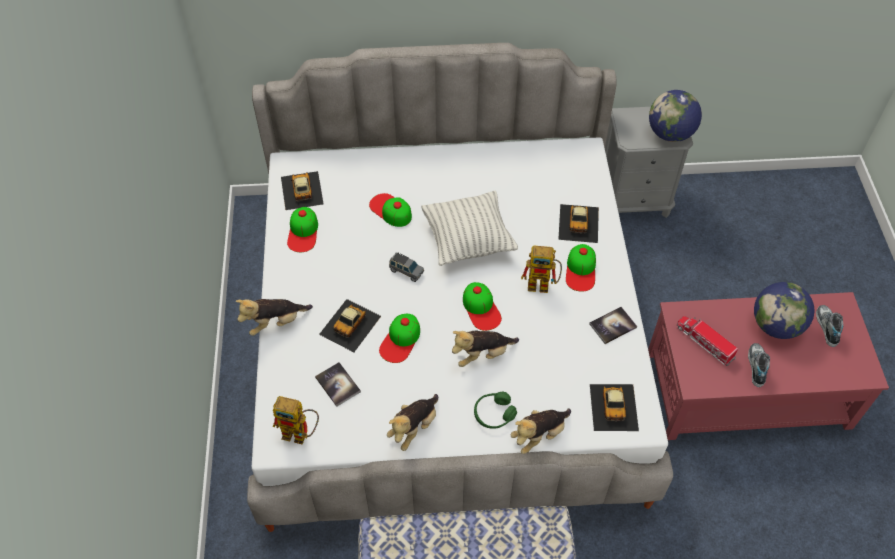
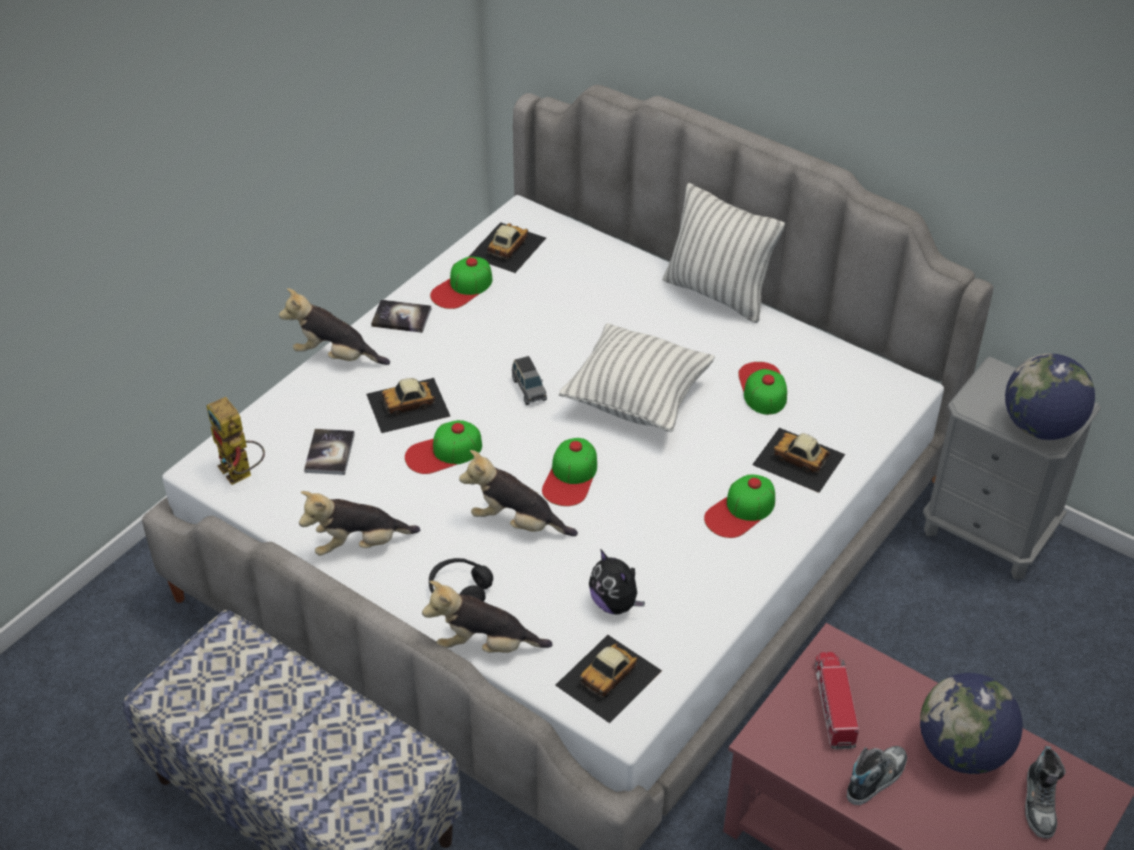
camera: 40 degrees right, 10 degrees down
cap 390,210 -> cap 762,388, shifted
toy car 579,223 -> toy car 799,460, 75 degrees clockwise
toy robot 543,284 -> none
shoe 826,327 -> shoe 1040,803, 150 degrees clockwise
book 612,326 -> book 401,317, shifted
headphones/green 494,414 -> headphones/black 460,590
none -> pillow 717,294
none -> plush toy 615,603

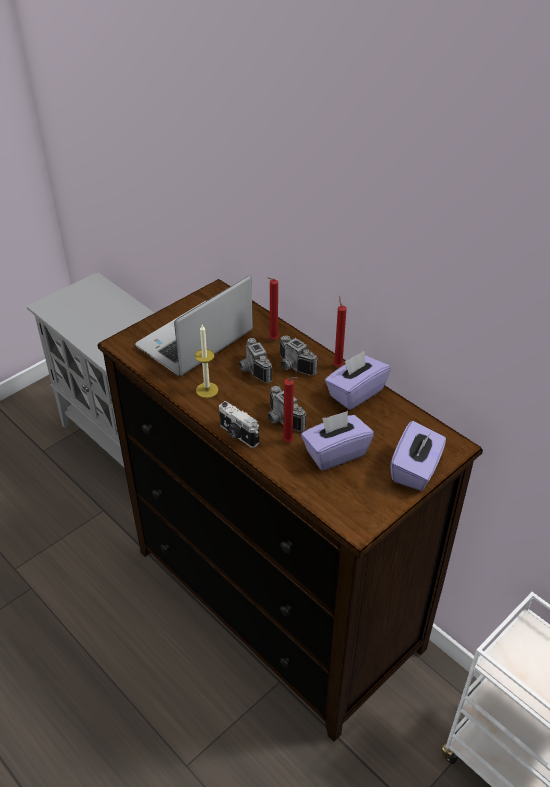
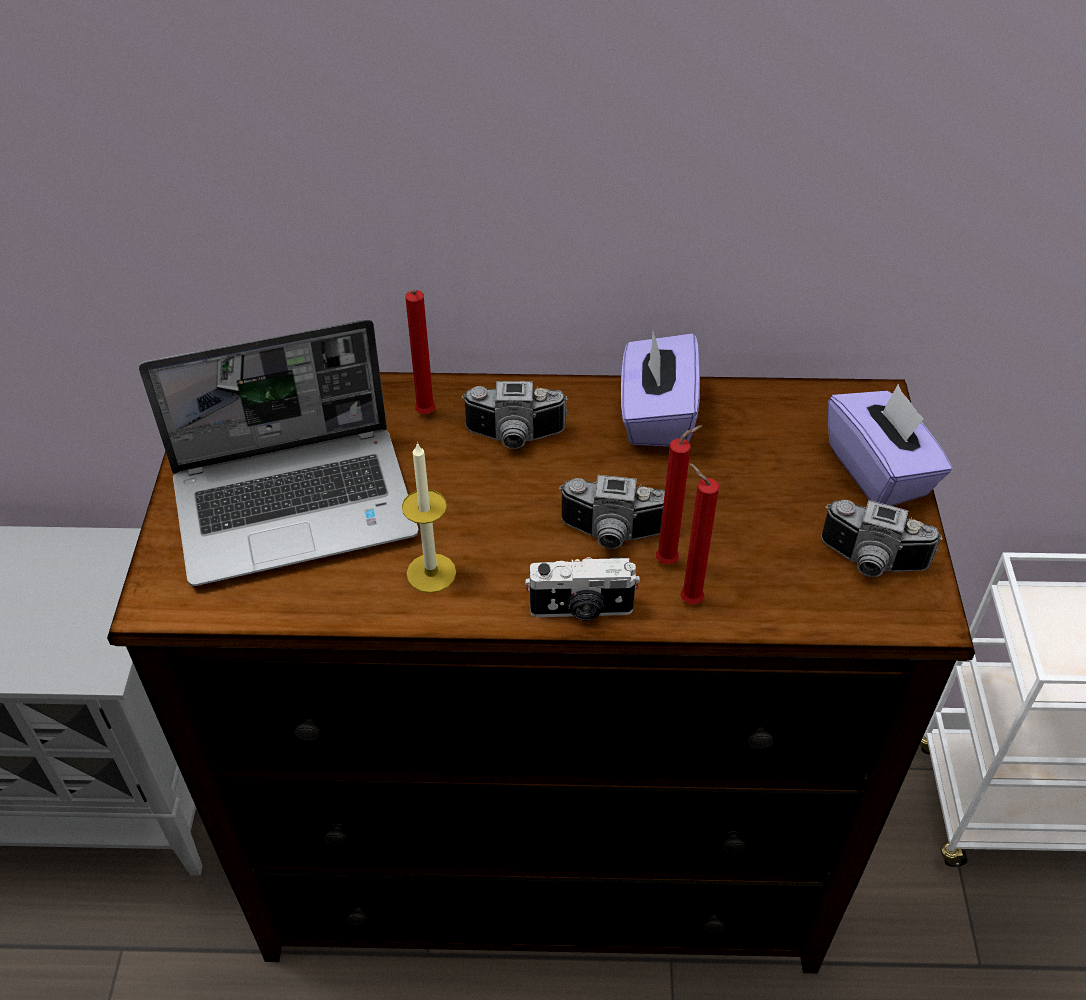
camera: 45 degrees left, 5 degrees up
laptop 195,341 -> laptop 297,505, 105 degrees counterclockwise
candle/red 337,365 -> candle/red 687,599, shifted
photo camera 252,370 -> photo camera 871,563, shifted
tissue box/purple 335,453 -> none

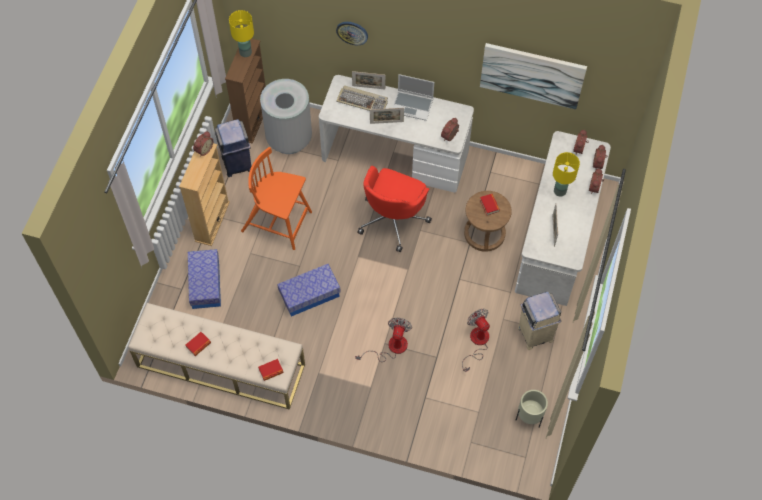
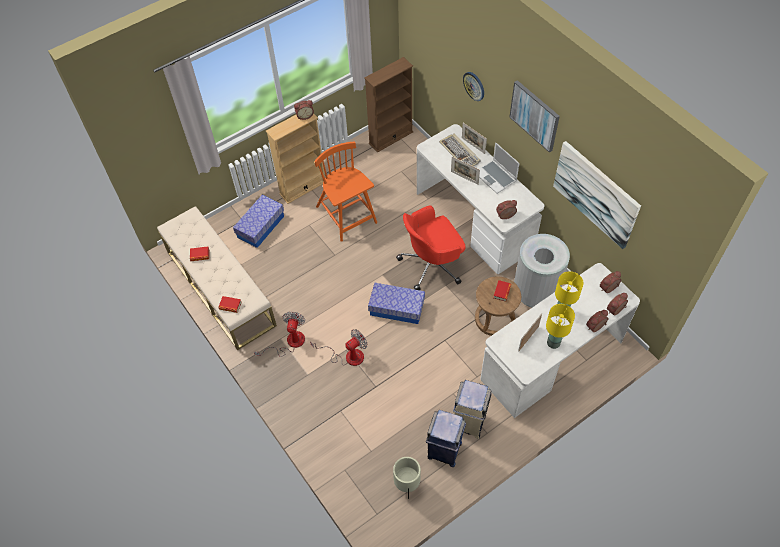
camera: 40 degrees right, 5 degrees down
table lamp/yellow 245,52 -> table lamp/yellow 553,343, shifted
trash can/grey 289,138 -> trash can/grey 535,292, shifted
trash can/blue 237,164 -> trash can/blue 444,451, shifted
storage box 309,294 -> storage box 397,308, shifted
fan 477,343 -> fan 289,343, shifted
none -> picture 535,115

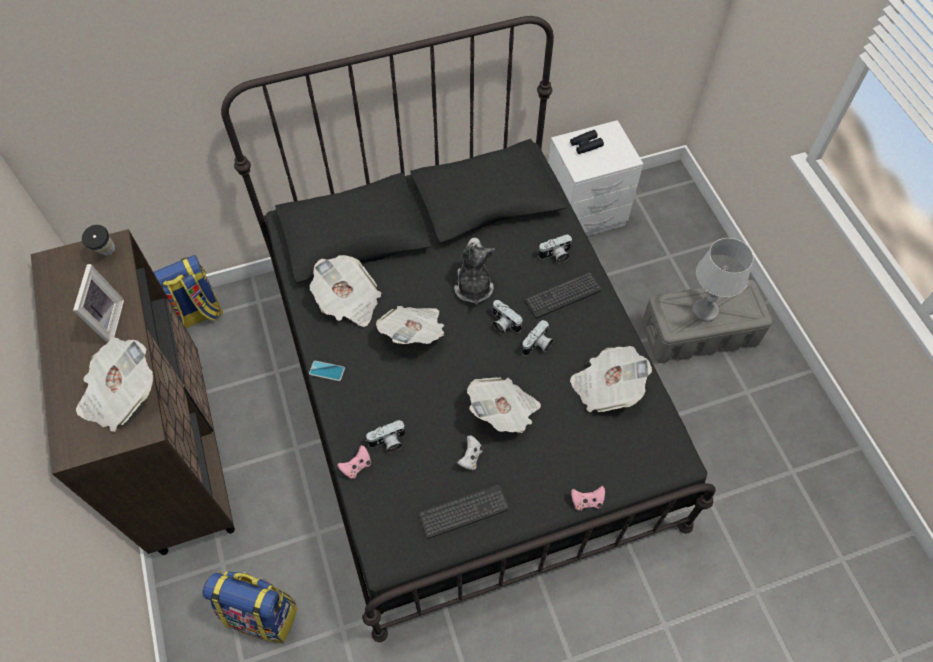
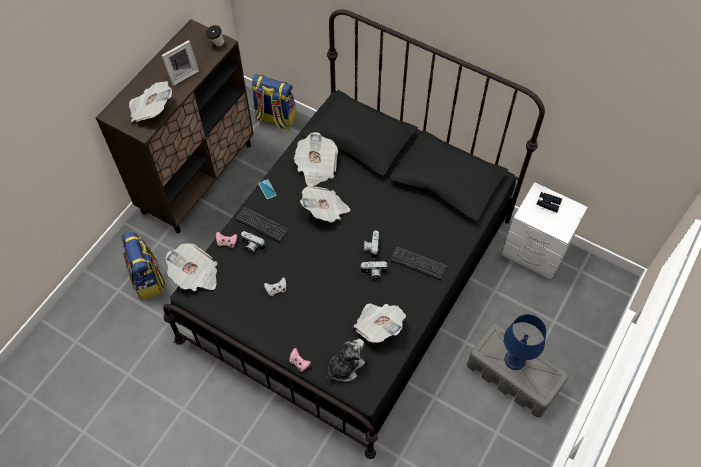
camera: 50 degrees right, 0 degrees up
photo camera 555,256 -> none
plush toy 473,287 -> plush toy 345,366, shifted
table lamp/grey 705,310 -> table lamp/blue 515,360
newspaper 504,412 -> newspaper 195,275, shifted
keyboard 463,511 -> keyboard 262,224, shifted

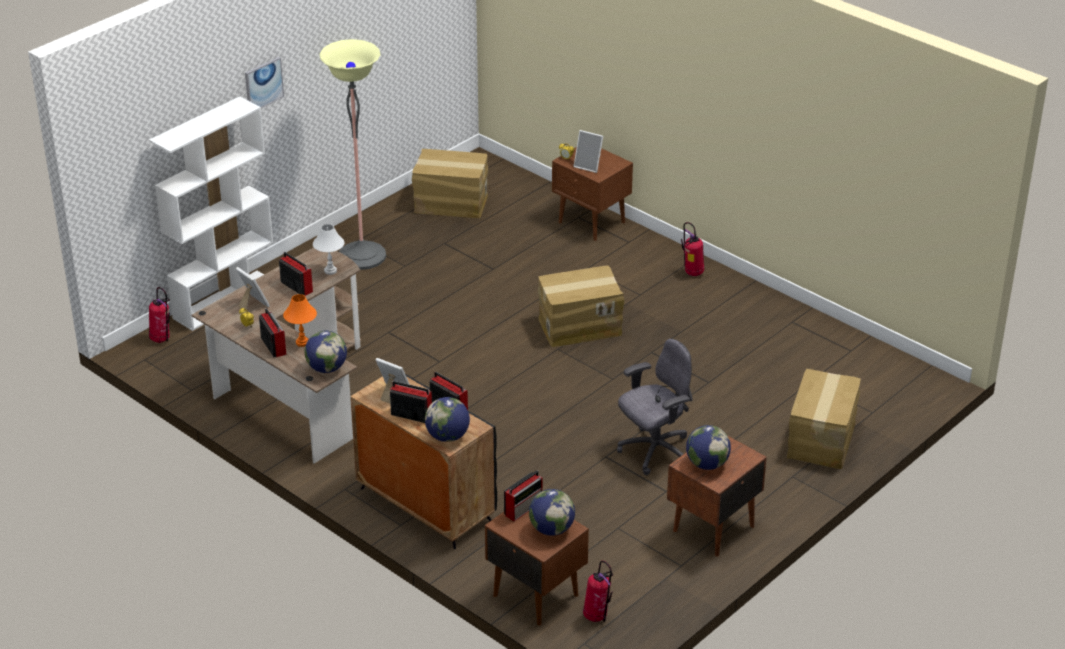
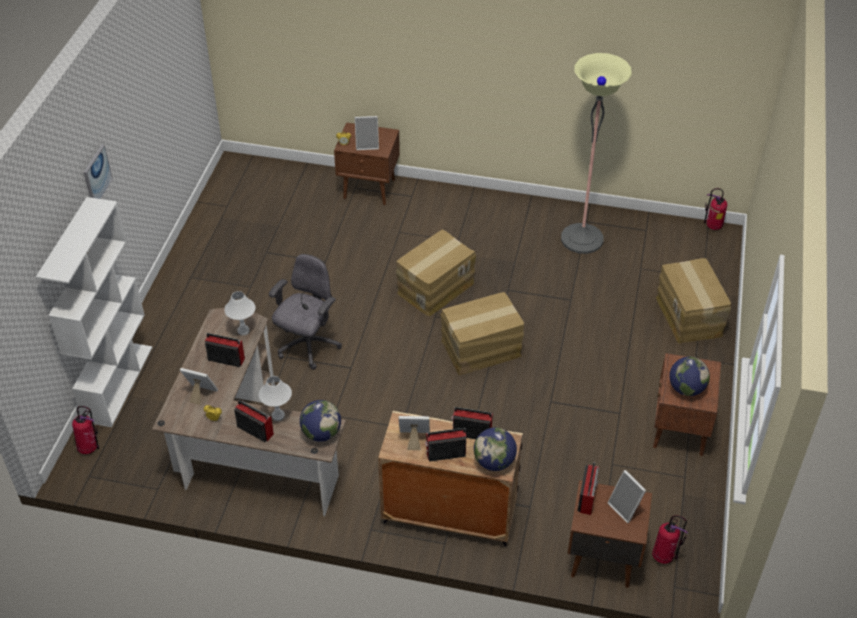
camera: 30 degrees left, 10 degrees up
floor lamp 362,256 -> floor lamp 582,239, shifted
cardboard box 450,203 -> cardboard box 481,350, shifted
fire extinguisher 692,273 -> fire extinguisher 712,227, shifted
table lamp/orange 302,343 -> table lamp/white 278,416
office chair/grey 654,451 -> office chair/grey 308,346, shifted
cabinet/black 425,505 -> cabinet/beige 448,513
globe 551,529 -> picture frame 625,508

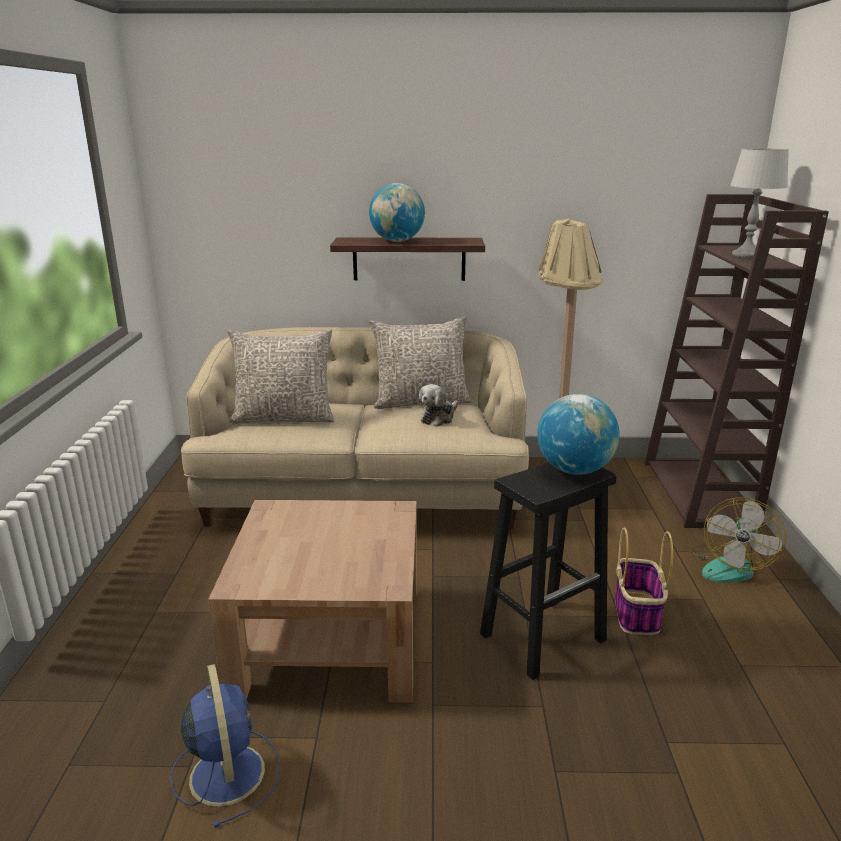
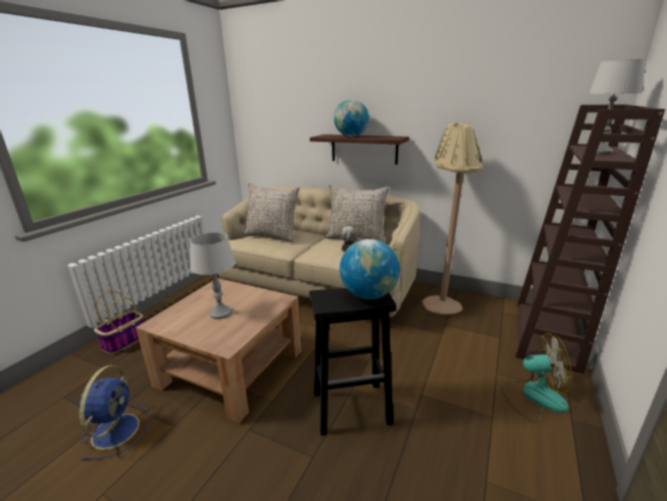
camera: 25 degrees right, 0 degrees up
fan 729,566 -> fan 533,396, 135 degrees counterclockwise
basket 637,613 -> basket 124,342, shifted
none -> table lamp/grey 221,313

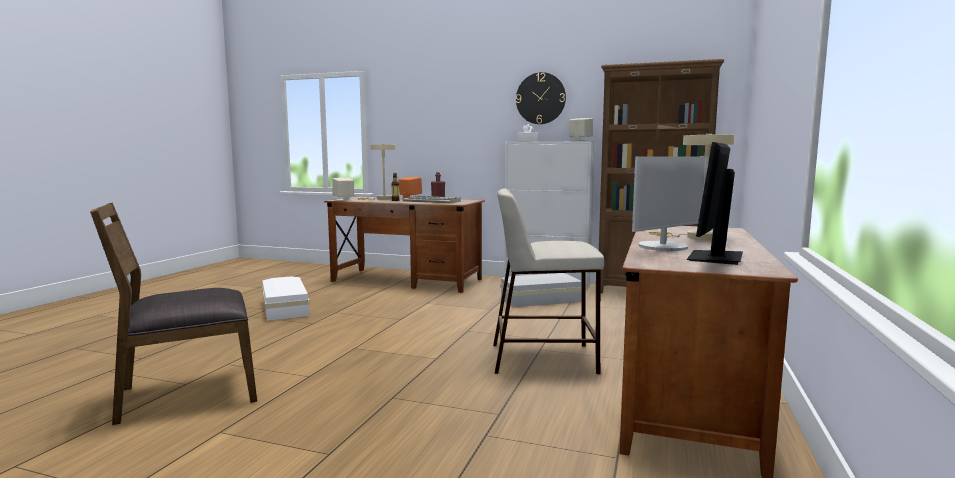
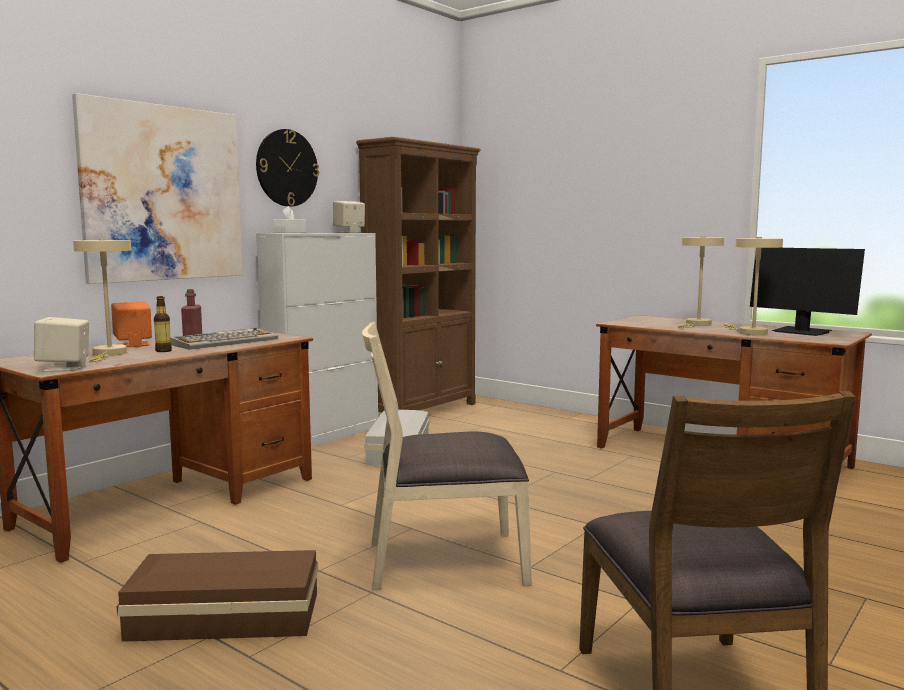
camera: 70 degrees left, 0 degrees up
monitor 663,247 -> table lamp/beige 749,332
stool/beige 544,358 -> none
storage box/white 286,307 -> storage box/brown 222,615
none -> picture 164,193
none -> chair/beige 444,561

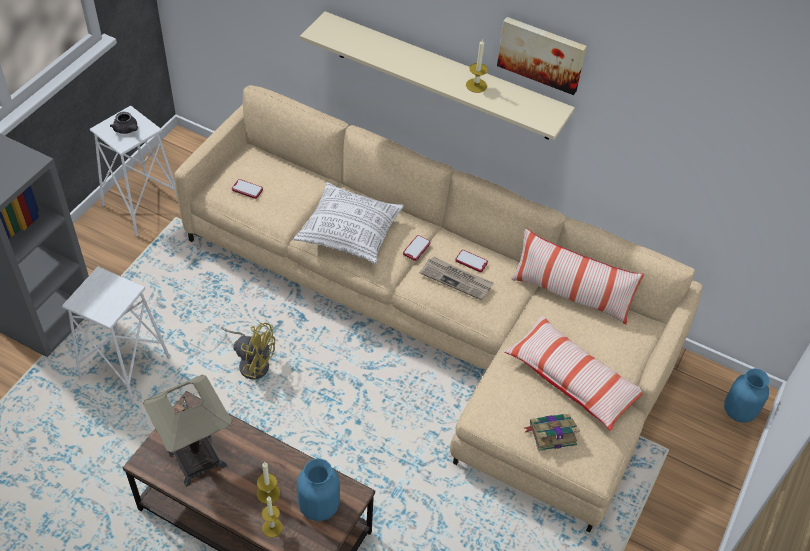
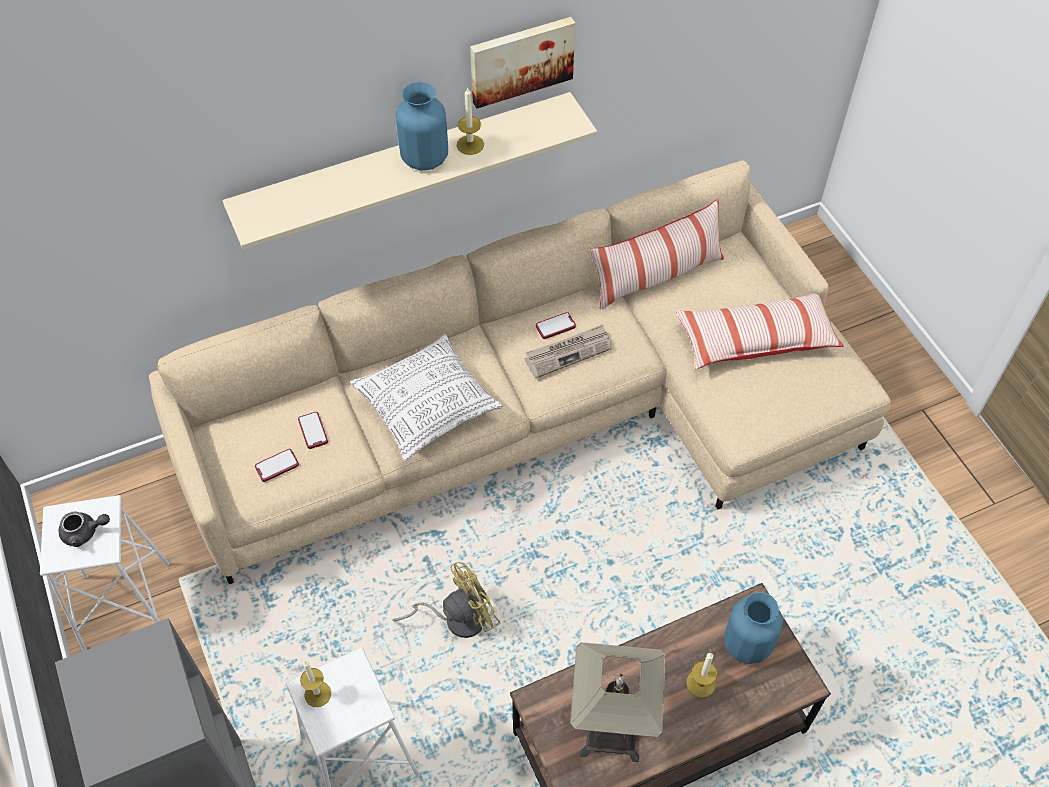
camera: 50 degrees left, 5 degrees up
phone 416,248 -> phone 313,431, shifted
vase/blue 739,411 -> vase/blue 424,158, shifted
book 551,434 -> none
candle 272,527 -> candle 317,694, shifted

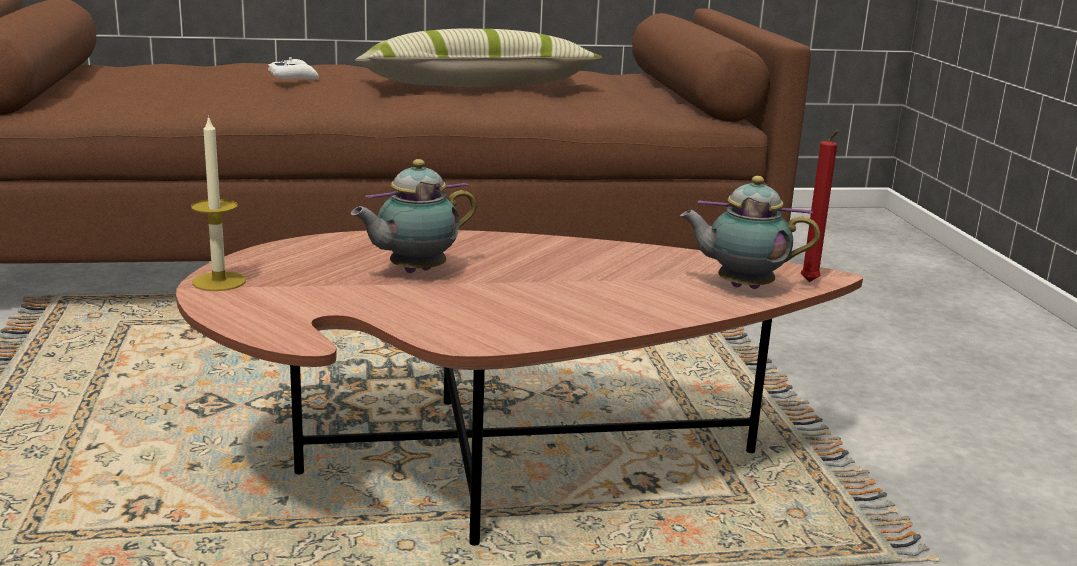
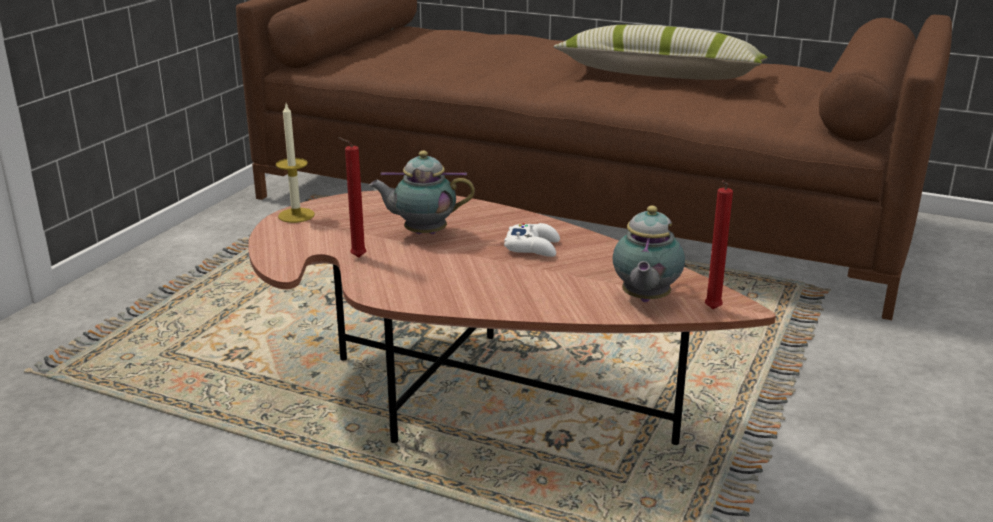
camera: 35 degrees right, 5 degrees up
game controller/white 294,77 -> game controller/white 533,247, shifted
teapot 740,287 -> teapot 644,300, 120 degrees counterclockwise
none -> candle/red 356,258

